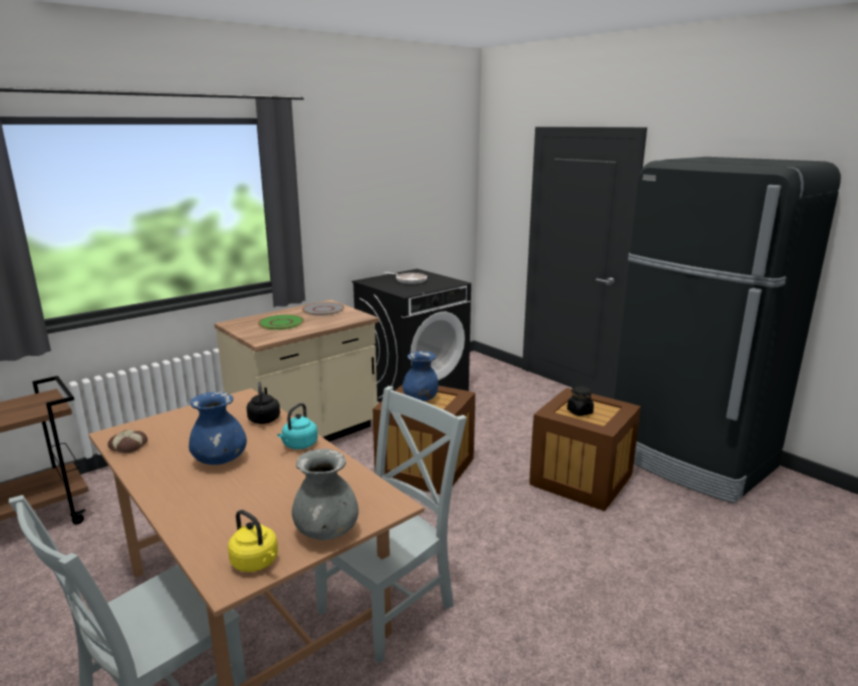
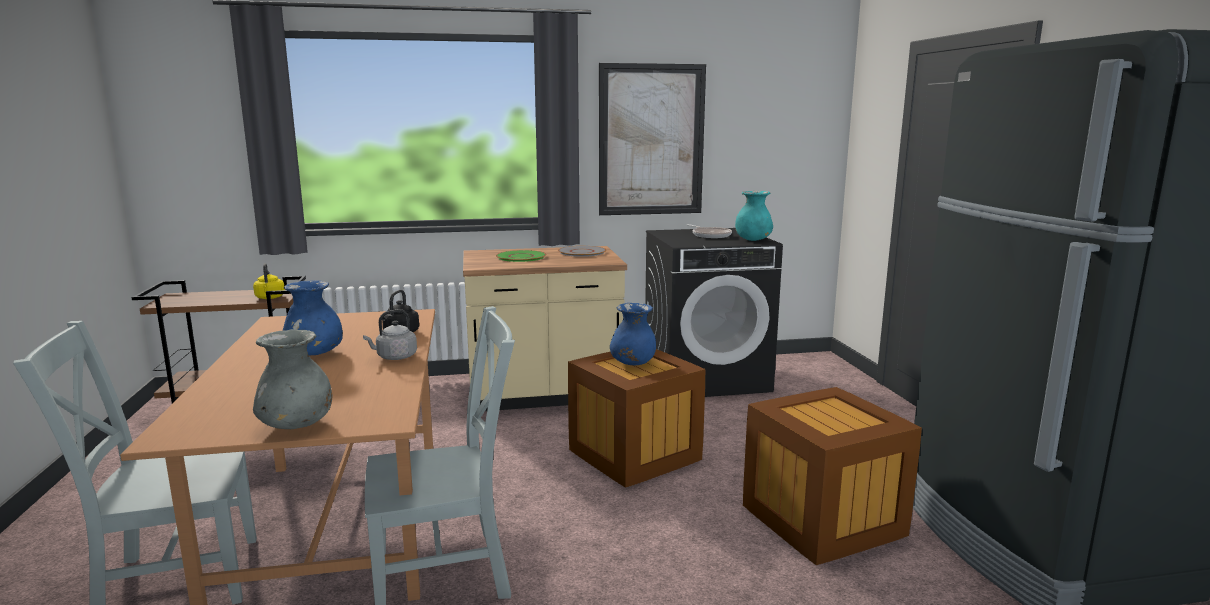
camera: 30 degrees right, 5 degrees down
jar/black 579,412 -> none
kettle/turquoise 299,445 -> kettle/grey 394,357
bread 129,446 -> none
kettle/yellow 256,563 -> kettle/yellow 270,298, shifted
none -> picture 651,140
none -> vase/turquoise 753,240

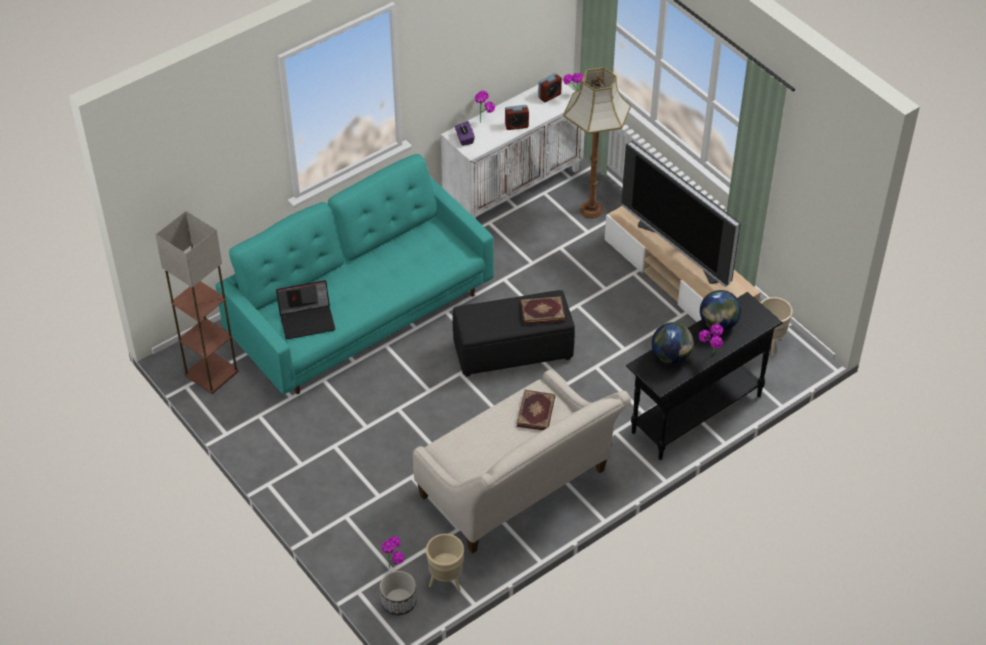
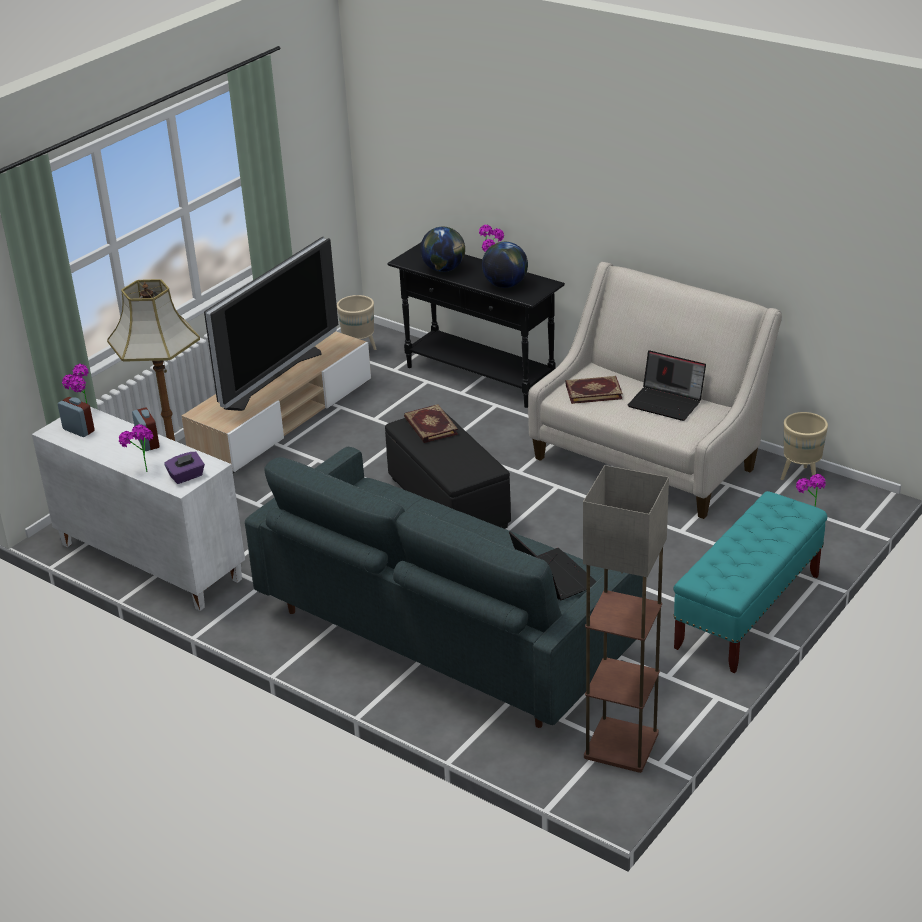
camera: 105 degrees left, 15 degrees down
sofa/turquoise 361,315 -> sofa/grey 444,634
planter 399,602 -> none
none -> laptop 667,402
none -> bench/turquoise 747,612

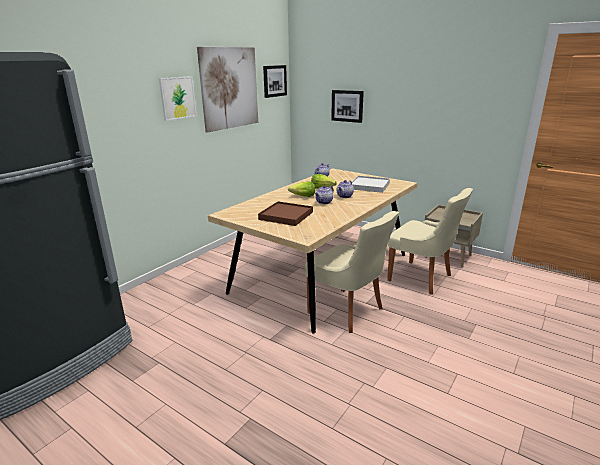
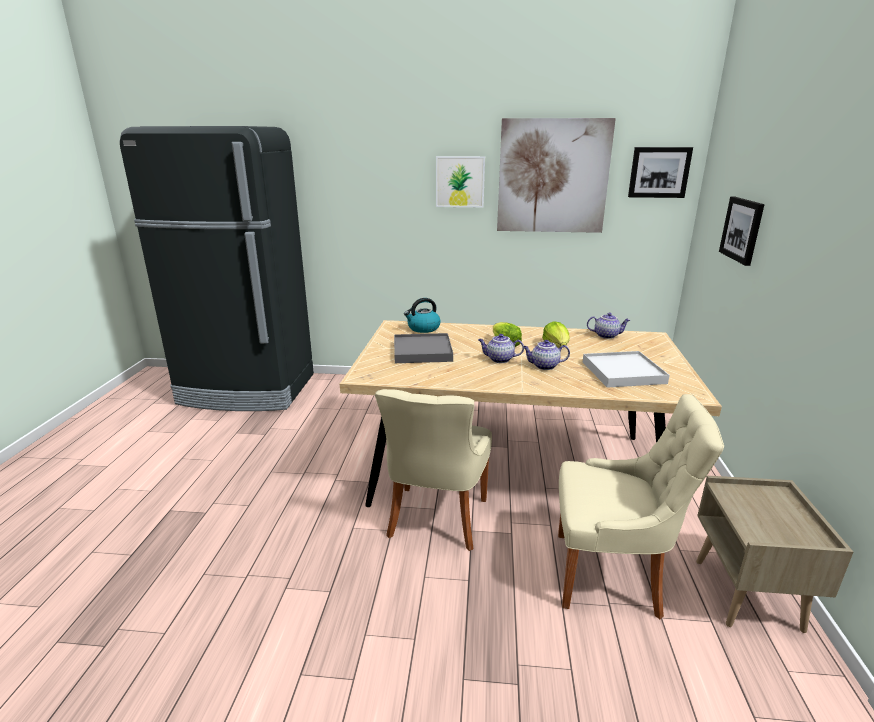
camera: 60 degrees right, 0 degrees up
chair/beige 422,278 -> chair/beige 611,574, 90 degrees counterclockwise
tray/brown 286,215 -> tray/grey 422,351
none -> kettle 423,328

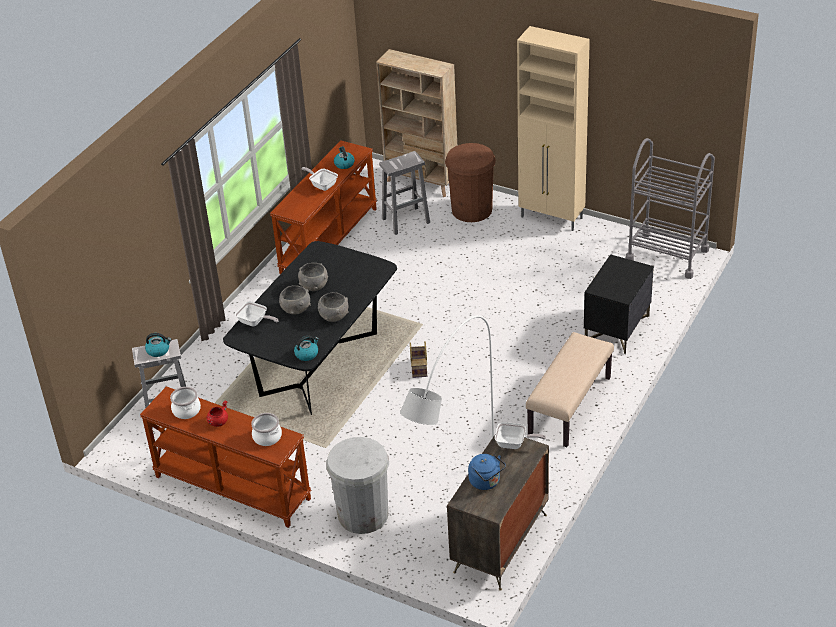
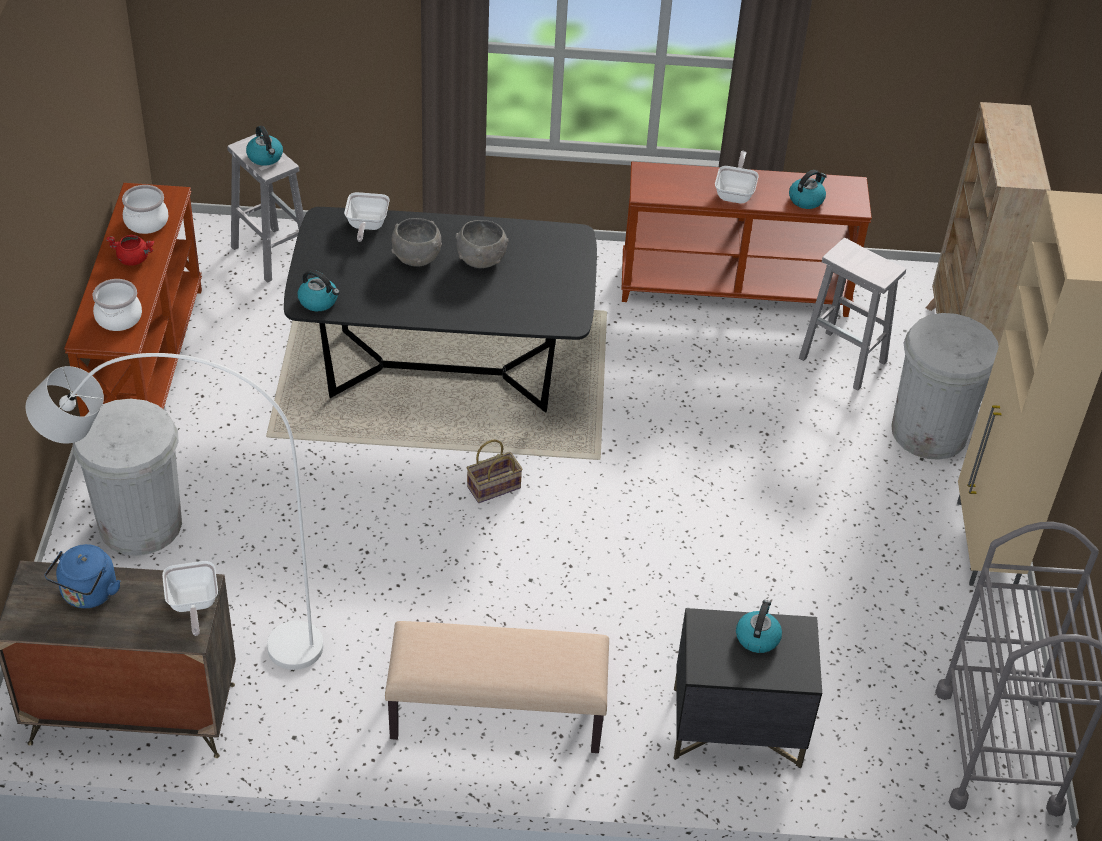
camera: 60 degrees right, 5 degrees up
trash can/brown 472,210 -> trash can/white 929,432
bowl/grey 334,316 -> none
none -> kettle 757,637

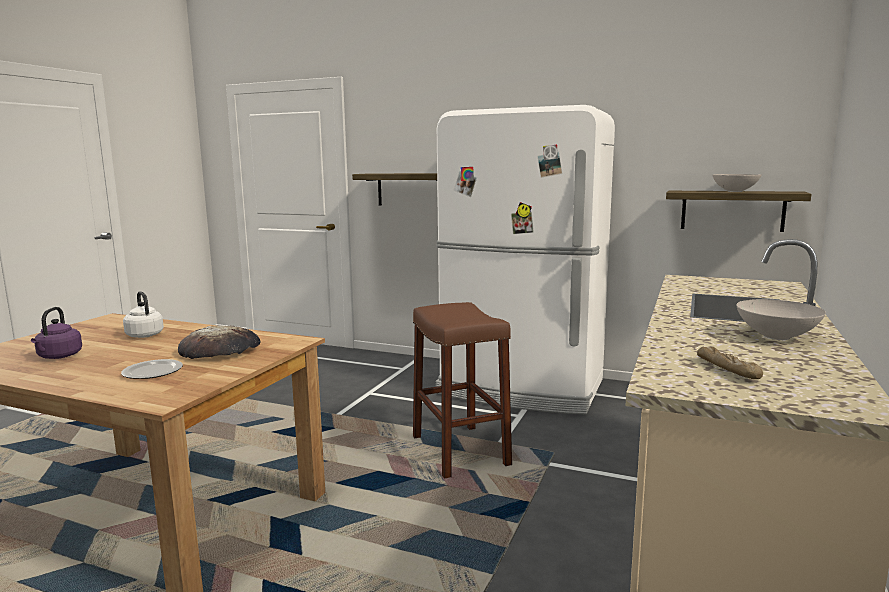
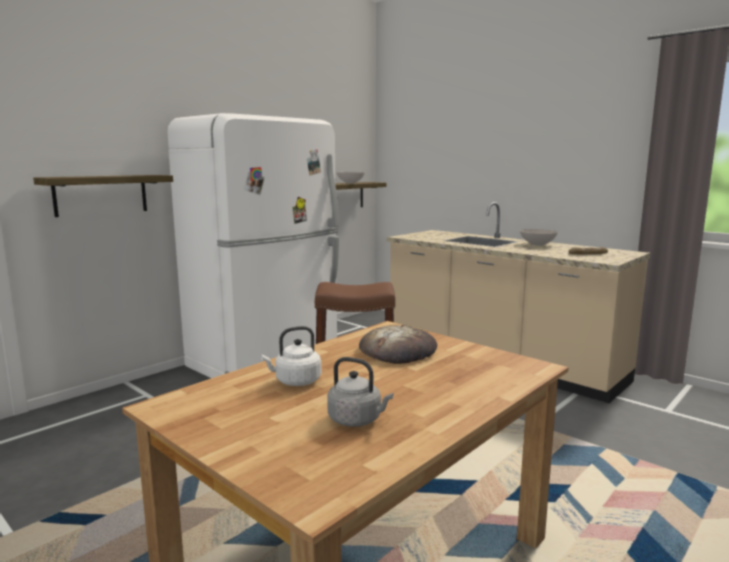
camera: 70 degrees left, 0 degrees up
kettle/purple 58,356 -> kettle/grey 357,420
plate 153,372 -> none

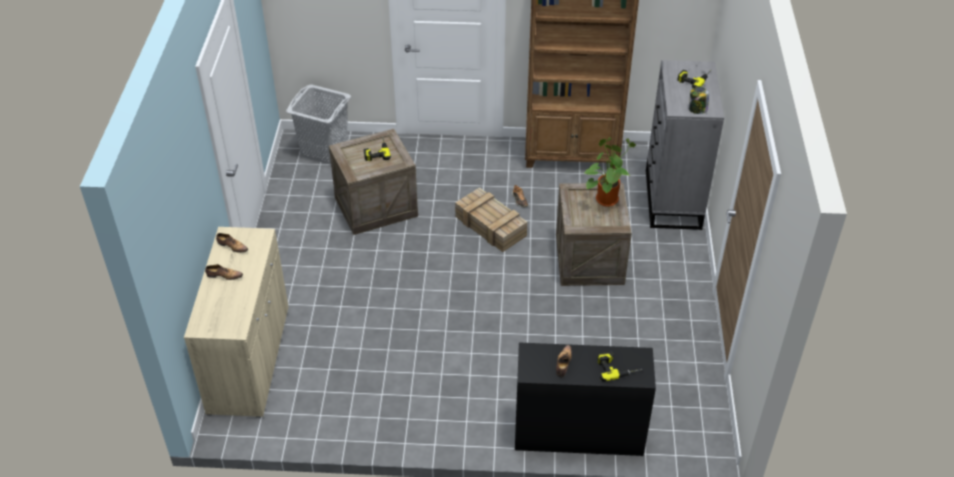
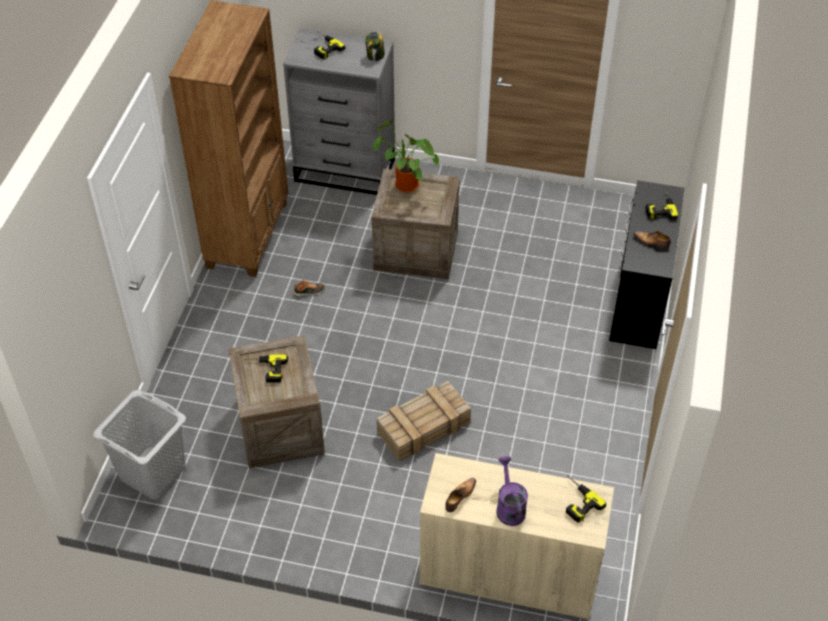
camera: 80 degrees left, 5 degrees up
crate 491,226 -> crate 424,426, shifted
shoe 224,275 -> watering can/purple 509,506
none -> power drill 576,501

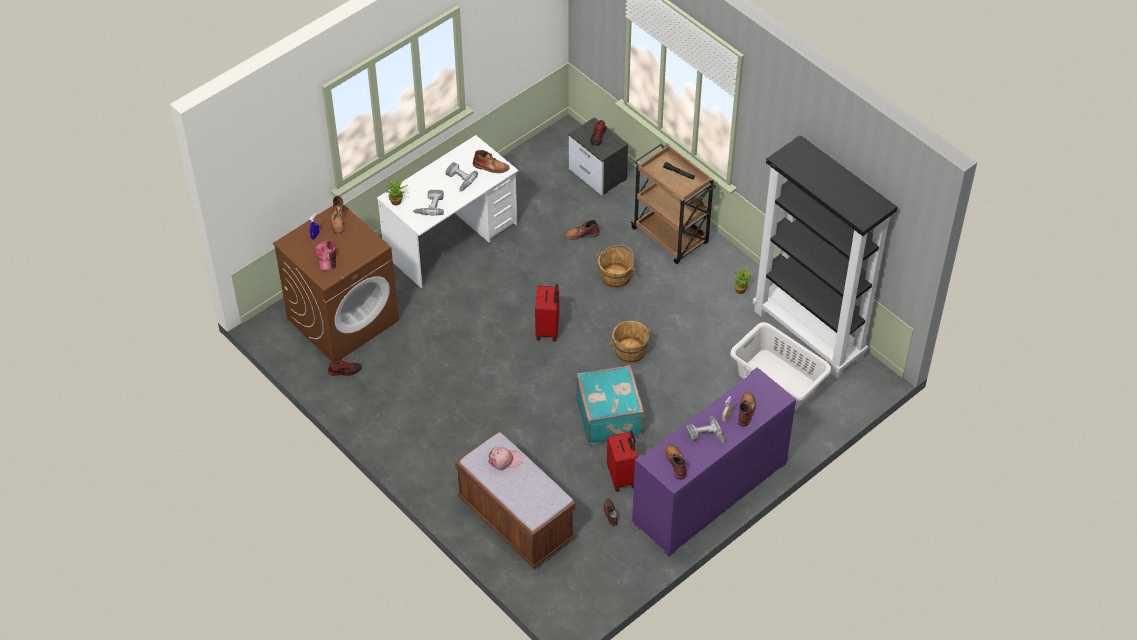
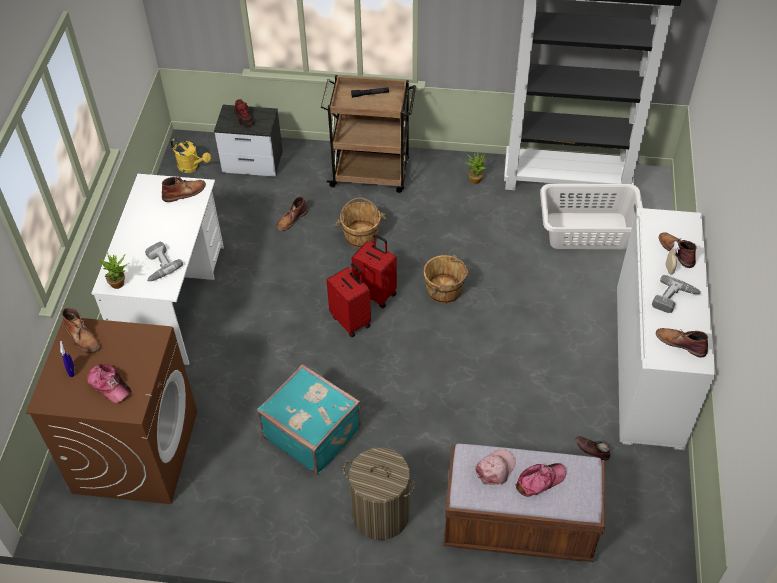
camera: 40 degrees left, 0 degrees up
power drill 458,180 -> none
shoe 344,370 -> none
suitcase/turquoise 610,417 -> suitcase/turquoise 312,432, shifted
cabinet/purple 710,492 -> cabinet/white 648,365
suitcase/red 622,477 -> suitcase/red 376,293, shifted
none -> watering can/yellow 192,167
none -> laundry basket 380,514
none -> cap 540,480

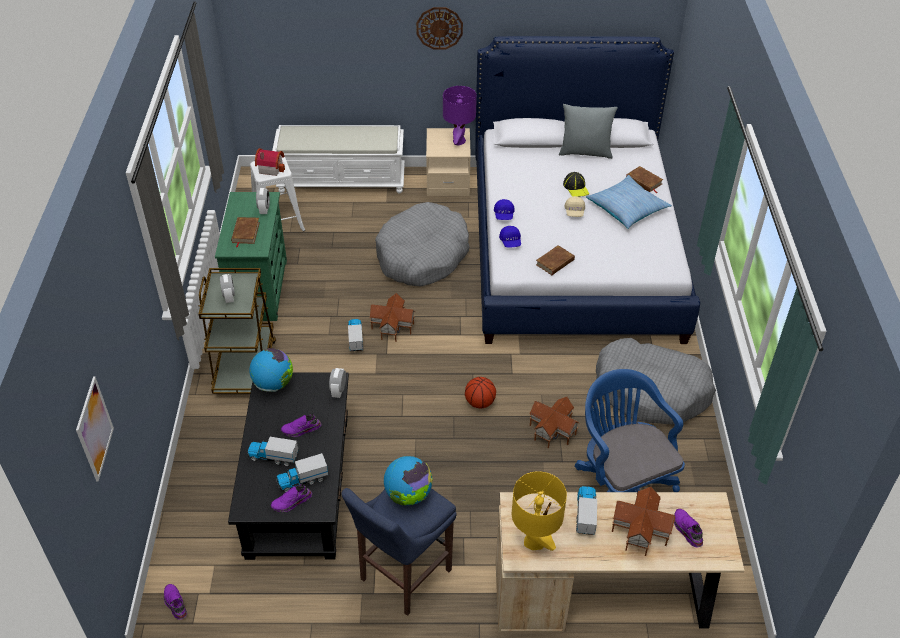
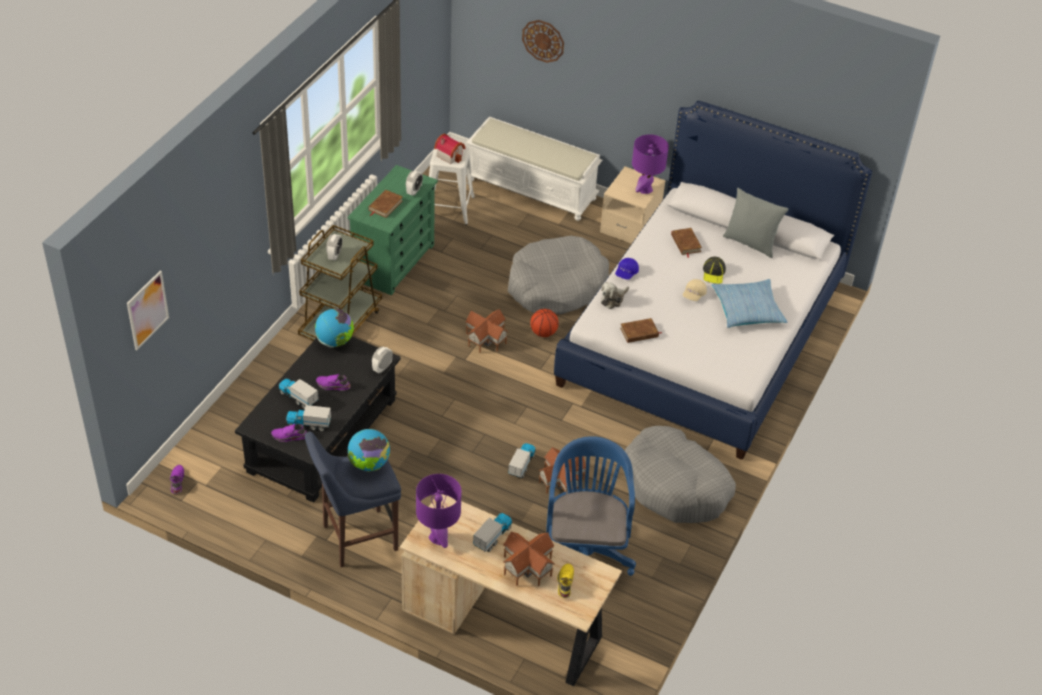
camera: 25 degrees right, 0 degrees up
wall clock 439,28 -> wall clock 543,40, shifted
book/brown 644,181 -> book/brown 685,243, shifted
cap/blue 510,242 -> plush toy 613,299
toy truck 355,340 -> toy truck 522,465, shifted
basketball 480,402 -> basketball 543,333, shifted
table lamp/yellow 534,542 -> table lamp/purple 438,538
shoe/purple 686,530 -> shoe/yellow 564,583

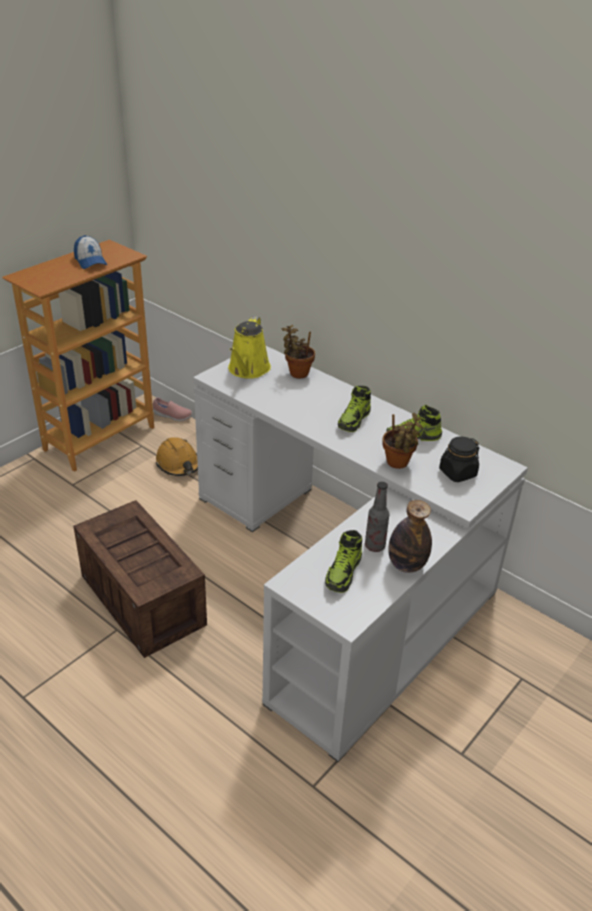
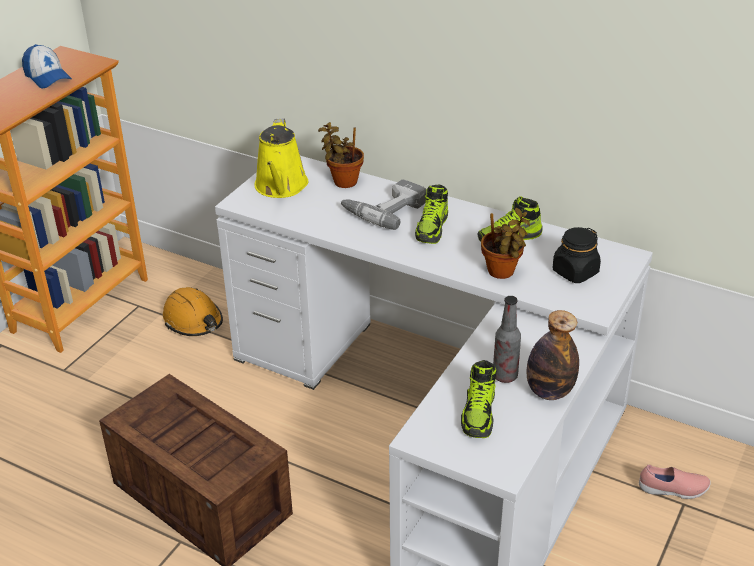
camera: 10 degrees left, 0 degrees up
shoe/pink 172,416 -> shoe/pink 673,490, shifted
none -> power drill 384,209

